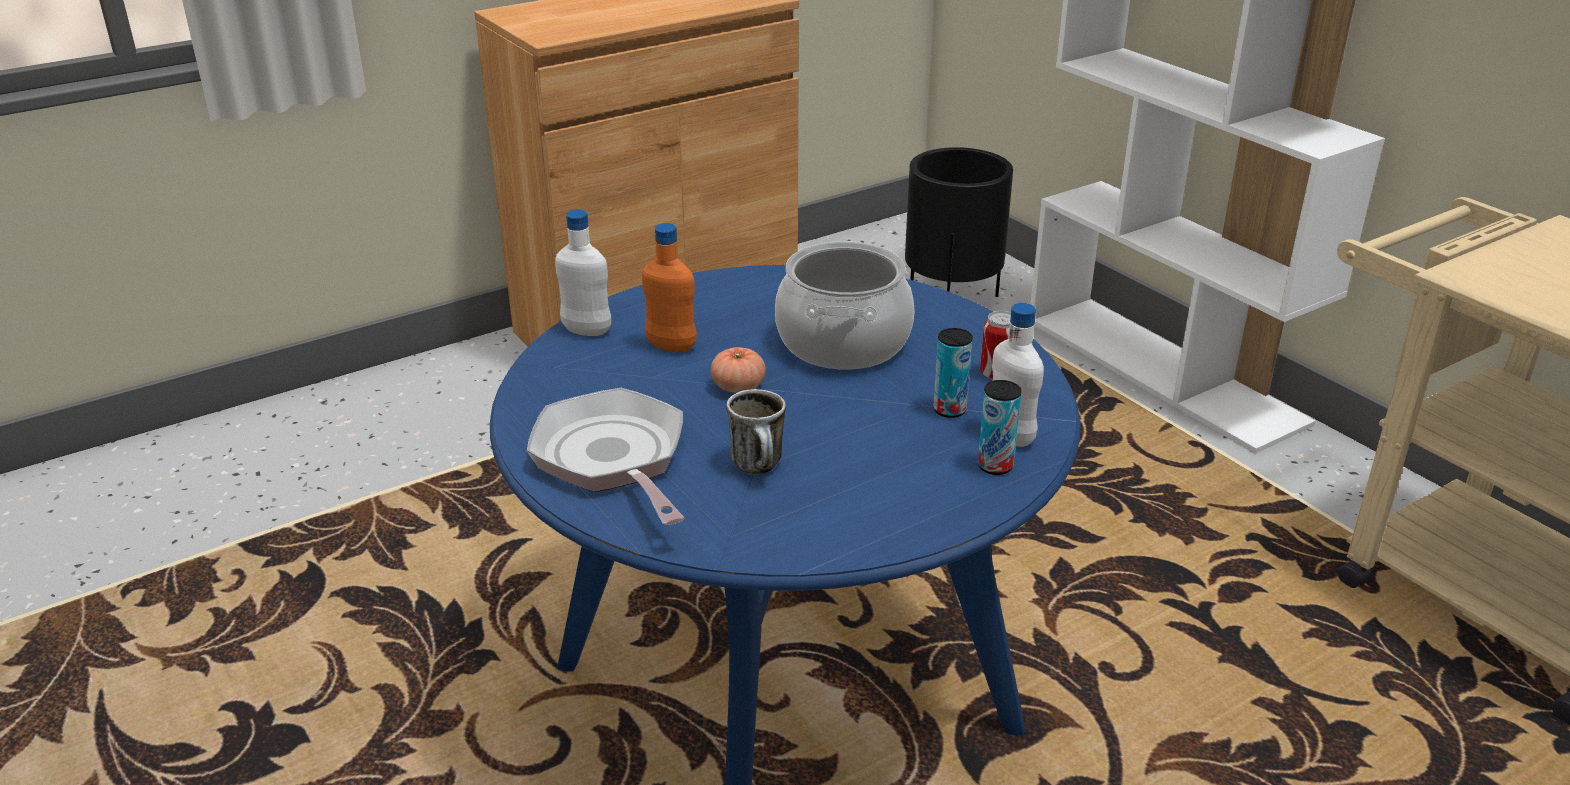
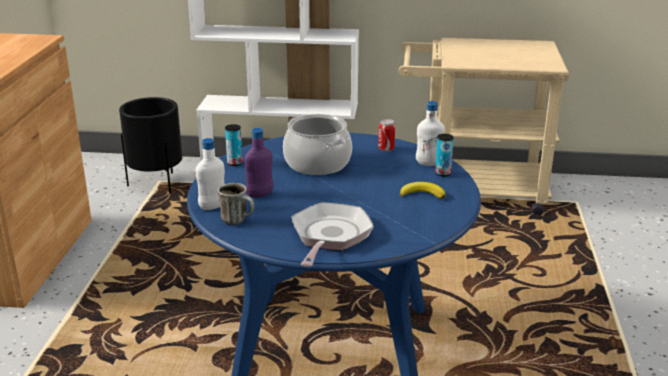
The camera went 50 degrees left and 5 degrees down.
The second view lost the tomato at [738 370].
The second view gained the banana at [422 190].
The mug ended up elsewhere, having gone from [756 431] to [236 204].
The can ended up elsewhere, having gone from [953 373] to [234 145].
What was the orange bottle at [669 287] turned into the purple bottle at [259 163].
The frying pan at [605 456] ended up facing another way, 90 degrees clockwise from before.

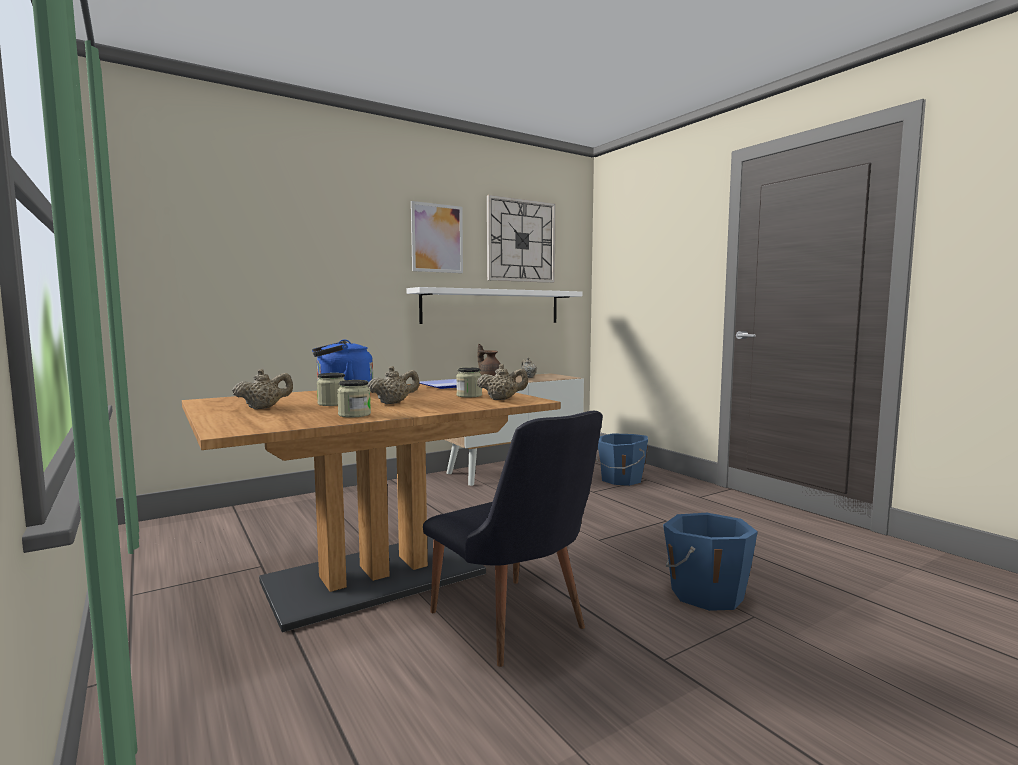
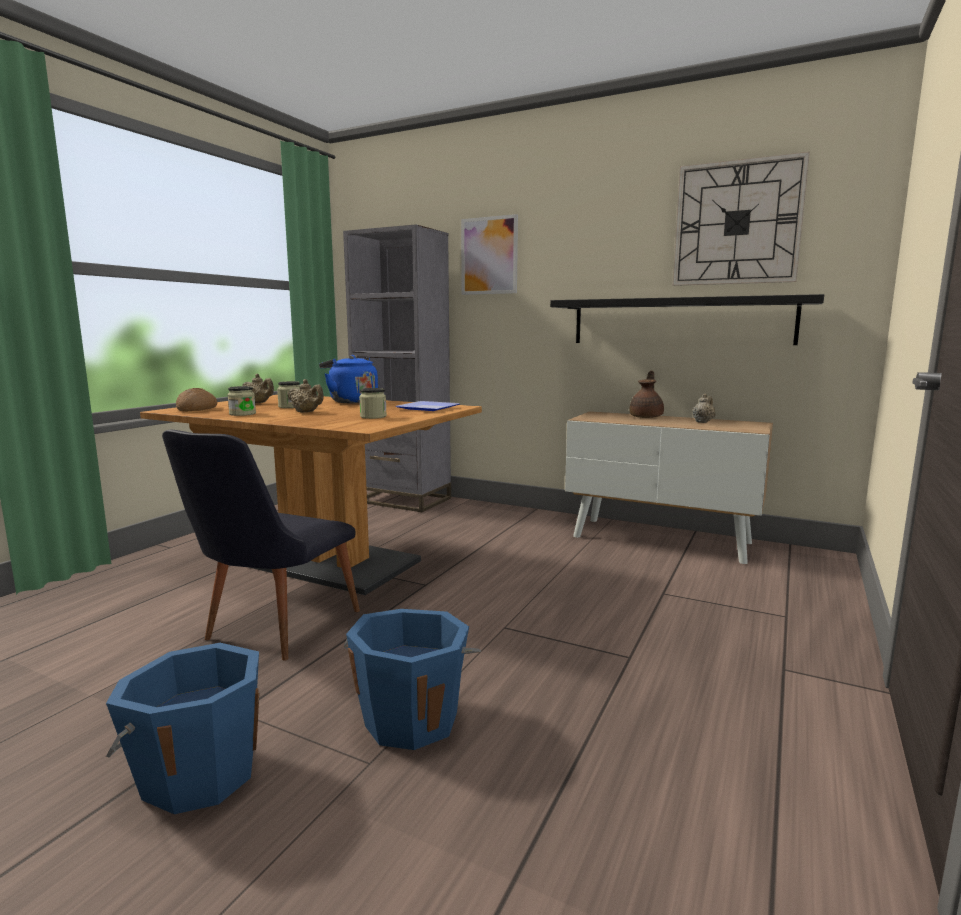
The camera went 60 degrees right and 5 degrees up.
The second view lost the beige teapot at [502 382].
The second view gained the bread at [196 399].
The second view gained the grey bookcase at [397 368].
The picture ended up elsewhere, having gone from [437 237] to [489 254].
The blue bucket ended up elsewhere, having gone from [622 459] to [182 728].
What was the white shelf at [494 305] turned into the black shelf at [687 319].

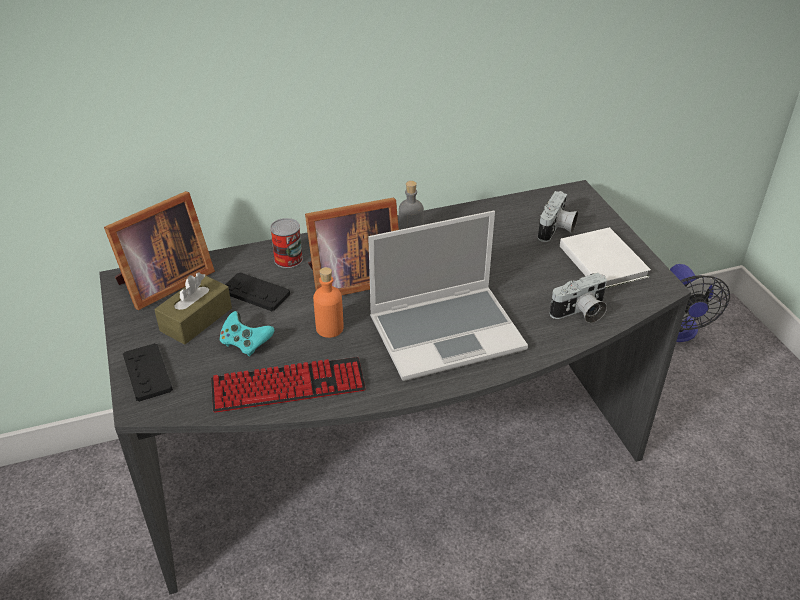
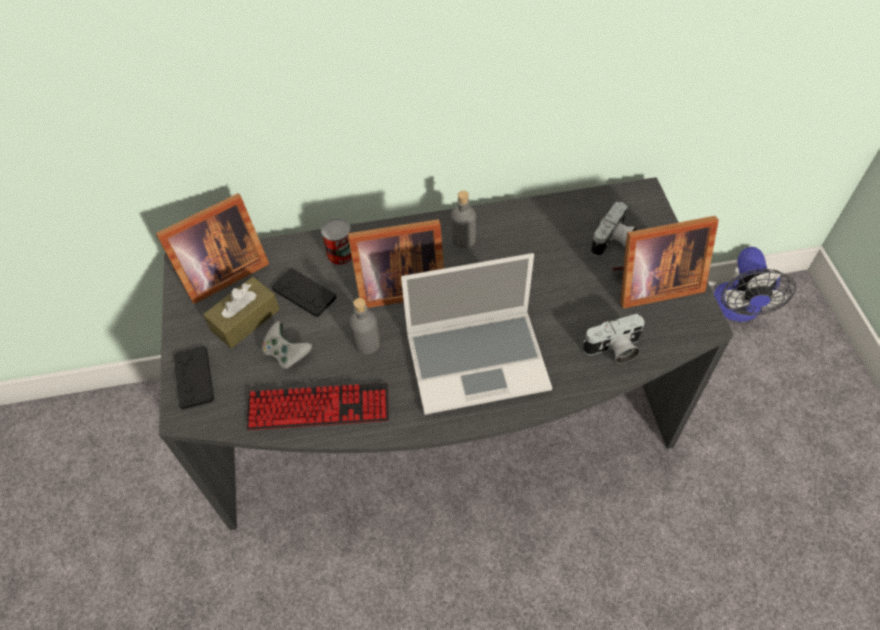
The camera went 10 degrees right and 15 degrees up.
Where the white book stood at [605 258], the picture frame came to stand at [665 262].
What was the turquoise game controller at [247 333] turned into the grey game controller at [287 345].
What was the orange bottle at [328 302] turned into the grey bottle at [364 326].

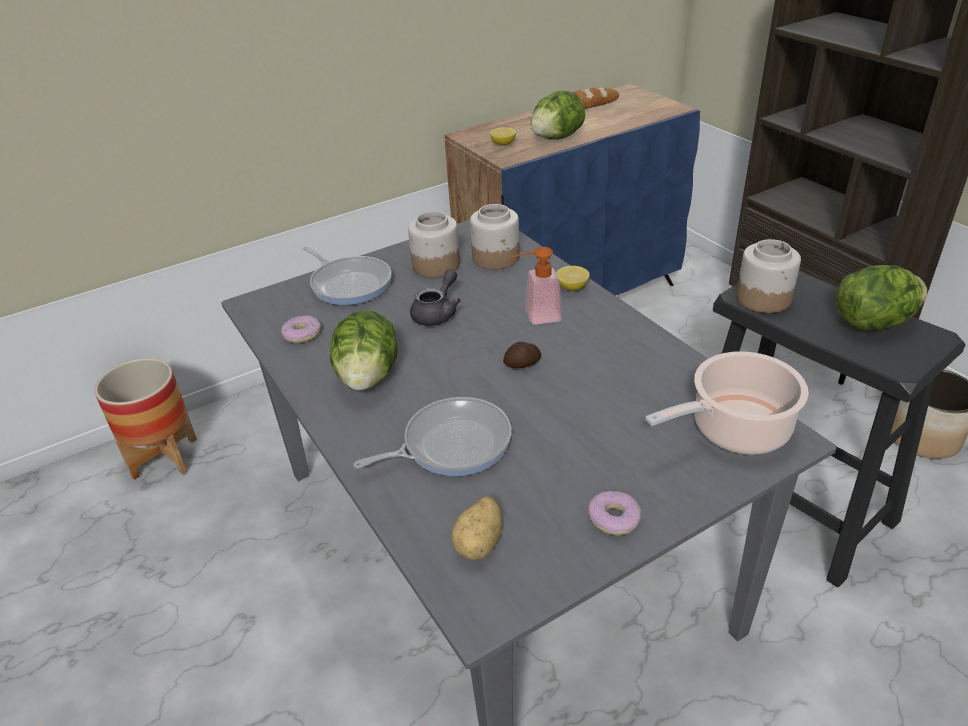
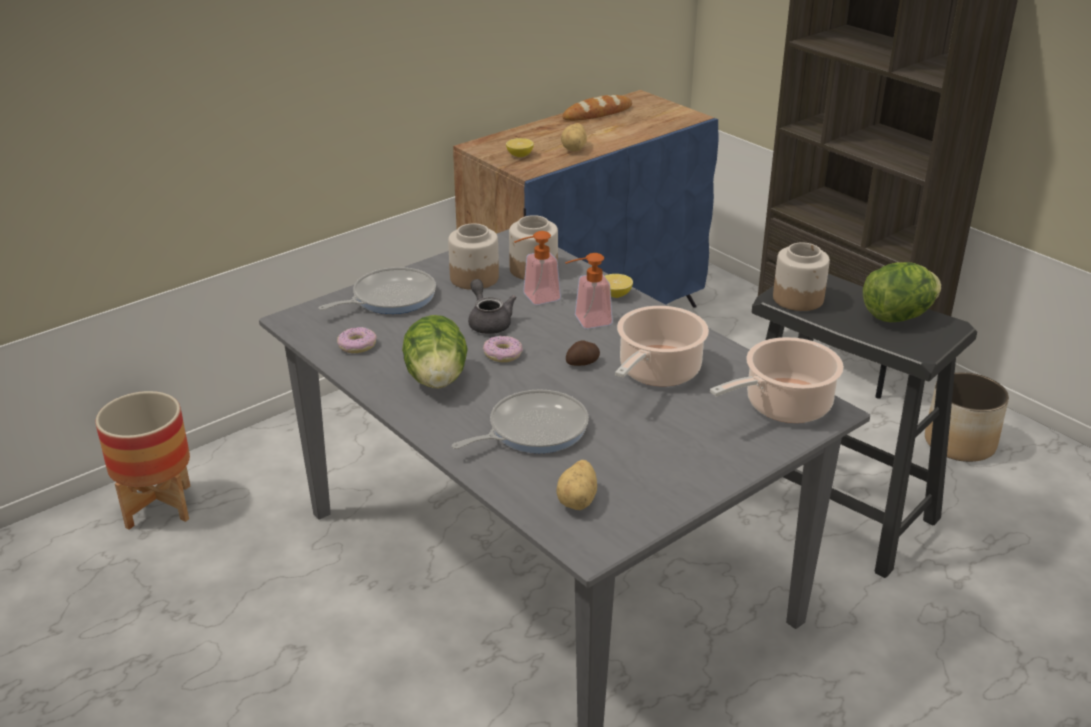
The camera went 10 degrees left and 5 degrees down.
The second view gained the soap dispenser at [537 268].
The second view gained the cooking pot at [662 346].
The donut ended up elsewhere, having gone from [614 513] to [503 349].
Where the lettuce stood at [558 115], the potato came to stand at [574 137].
The frying pan at [347 275] ended up facing another way, 75 degrees counterclockwise from before.
The grey teapot at [435 297] ended up facing another way, 45 degrees counterclockwise from before.

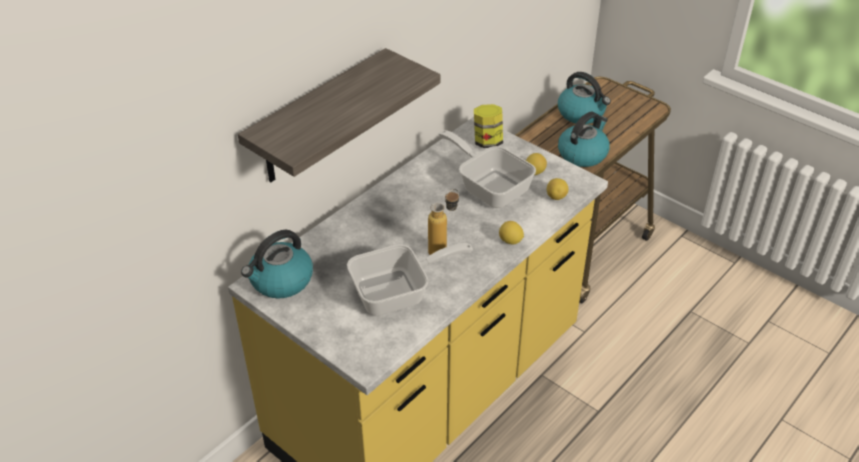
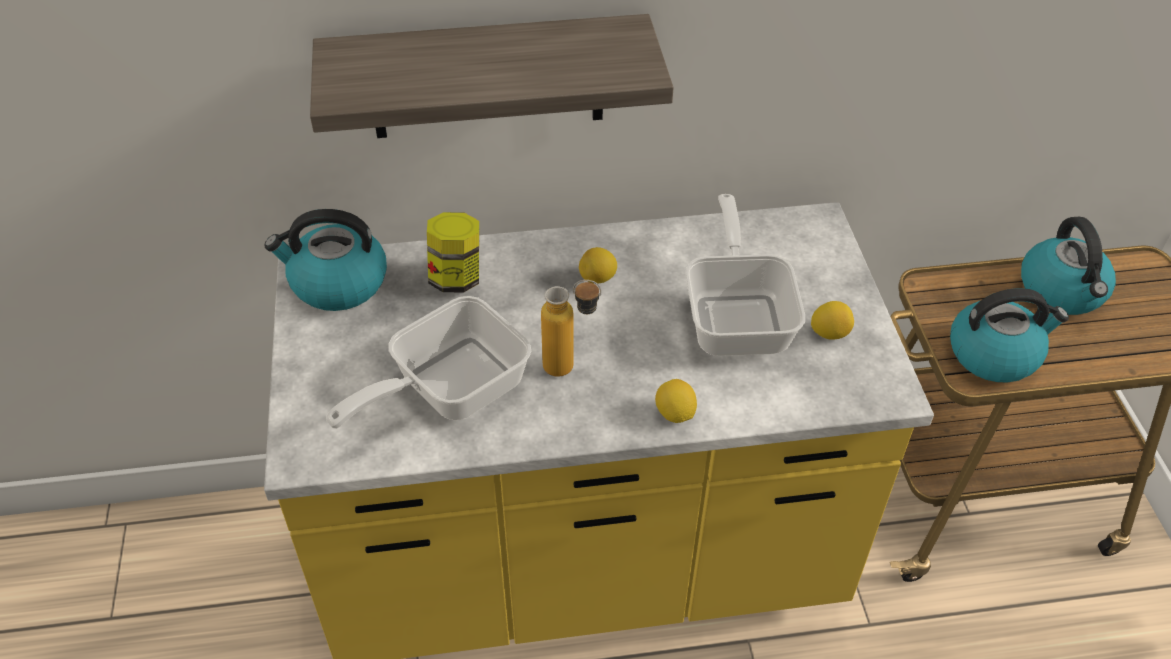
The camera went 40 degrees right and 5 degrees up.
The jar ended up elsewhere, having gone from [488 126] to [453 252].
The lemon ended up elsewhere, having gone from [557 189] to [598 265].
The frying pan at [410 279] ended up facing another way, 120 degrees clockwise from before.

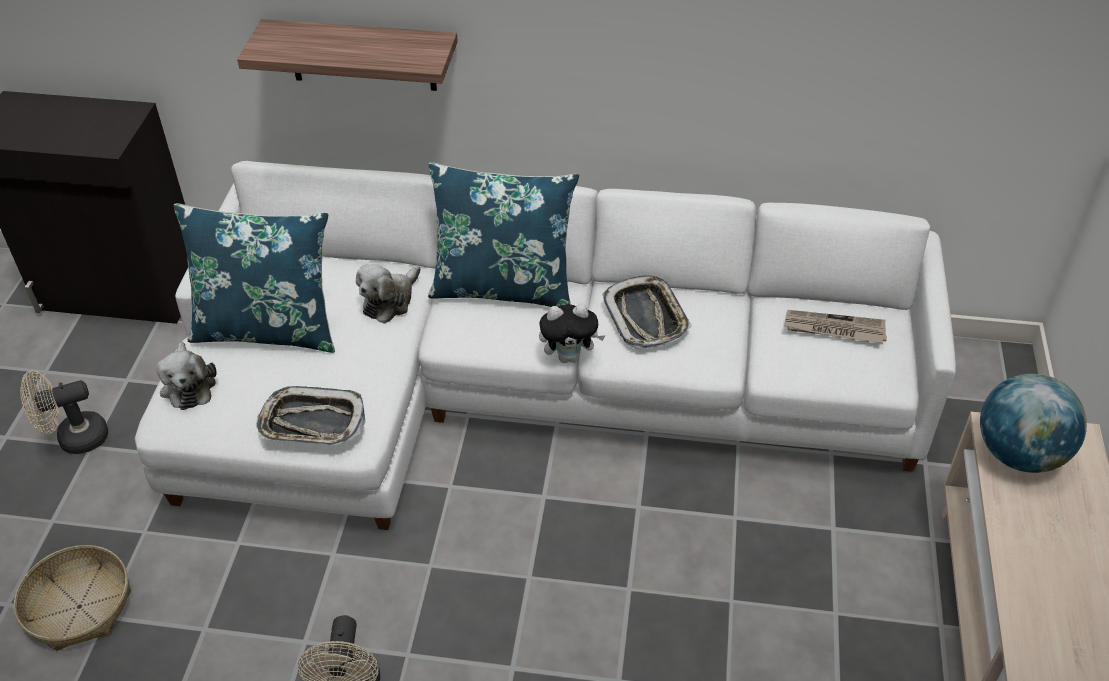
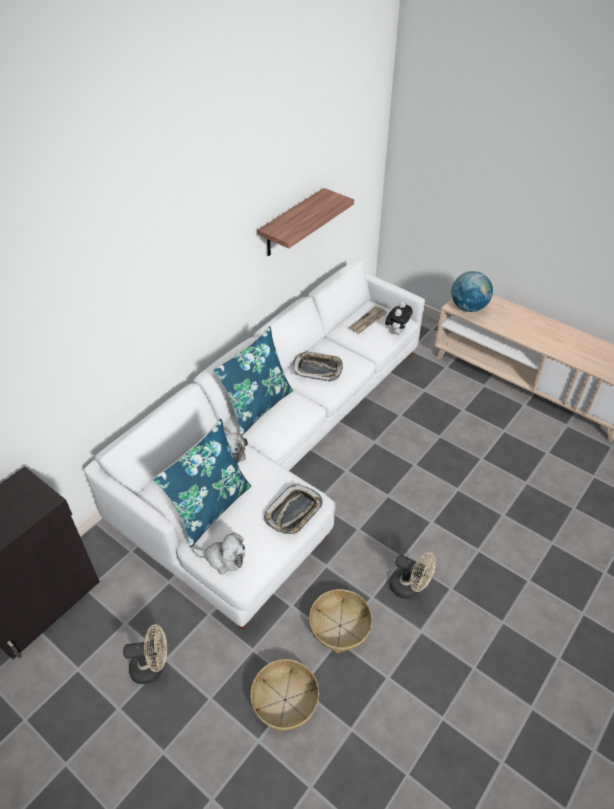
The camera went 60 degrees left and 0 degrees up.
The second view gained the basket at [341 621].
The shelf ended up elsewhere, having gone from [347 55] to [305 222].
The plush toy ended up elsewhere, having gone from [572 333] to [399 318].
The beige fan at [64 412] ended up facing another way, 105 degrees counterclockwise from before.

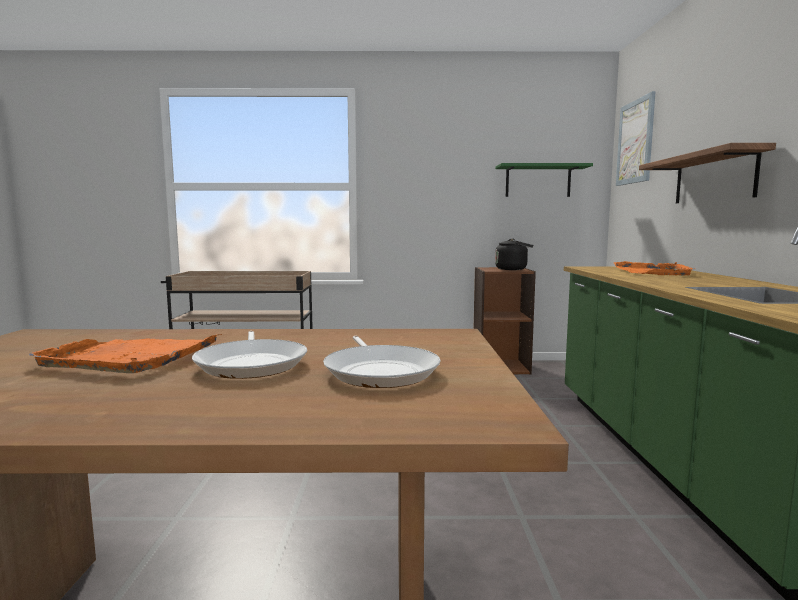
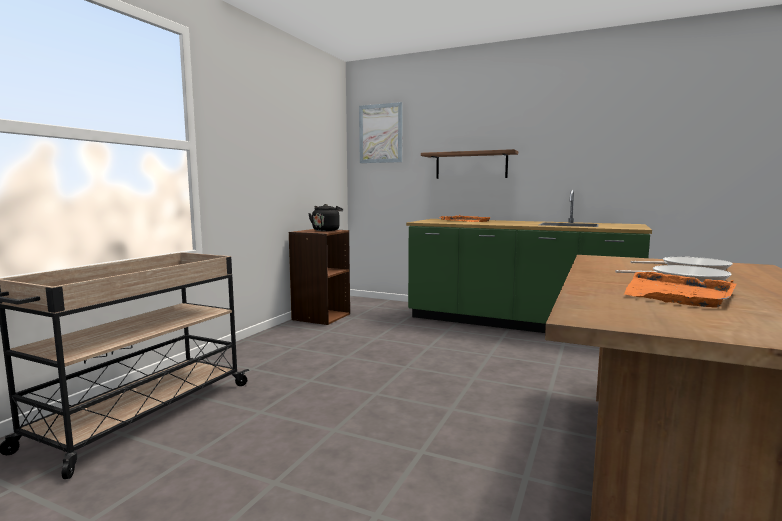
The camera went 65 degrees left and 0 degrees up.
The second view lost the green shelf at [544 180].

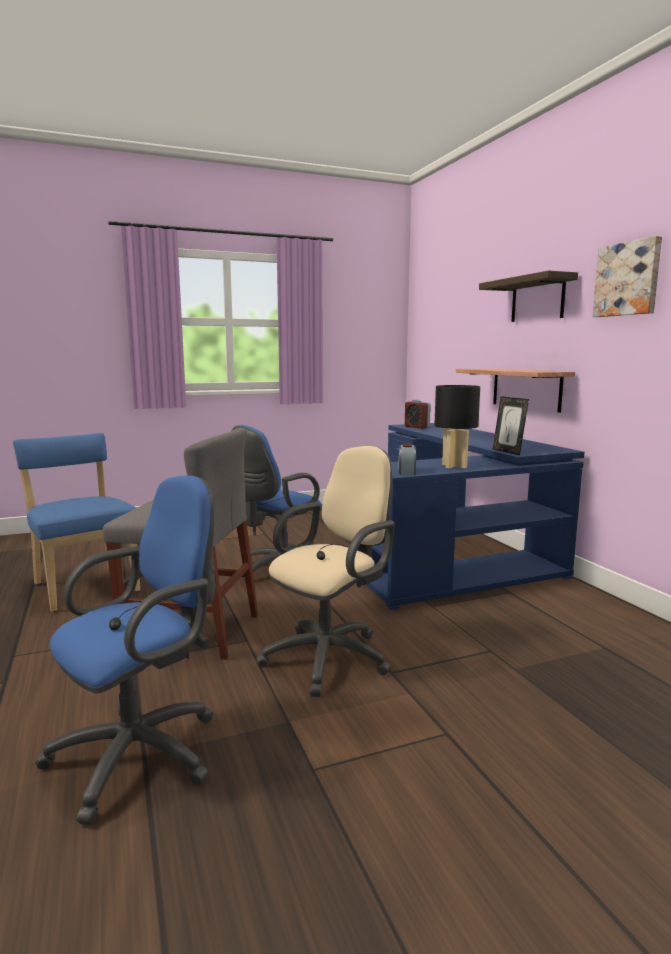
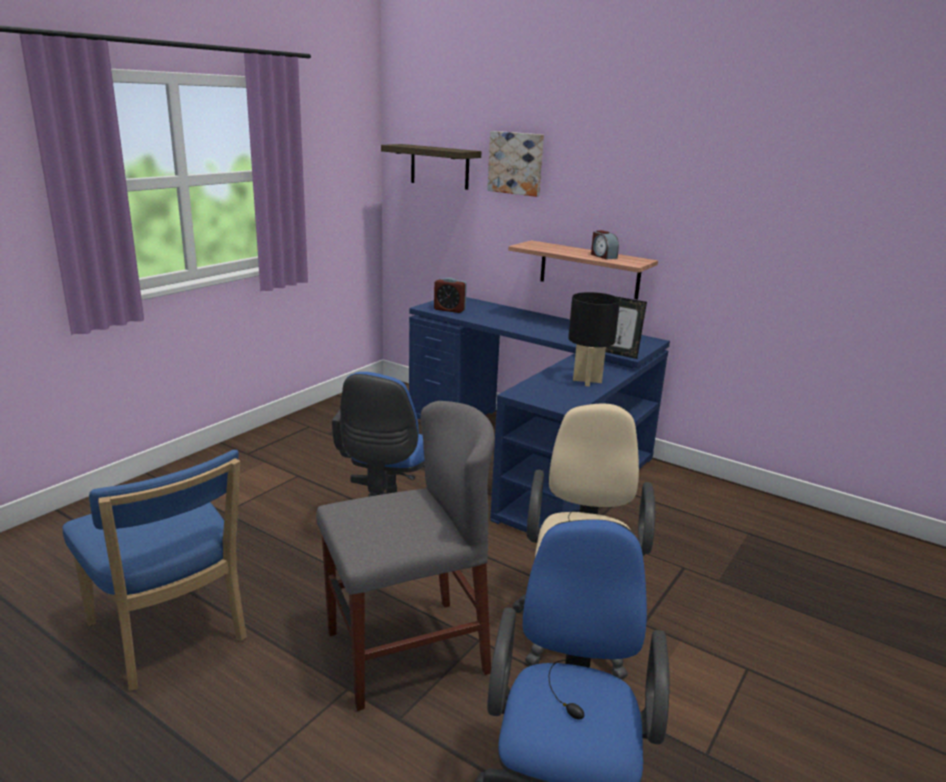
The camera went 35 degrees left and 10 degrees up.
The alarm clock ended up elsewhere, having gone from [407 459] to [605 245].
The shelf ended up elsewhere, having gone from [528 296] to [431 167].
The picture ended up elsewhere, having gone from [627 276] to [515 164].
The blue chair at [76 522] ended up facing another way, 150 degrees counterclockwise from before.

